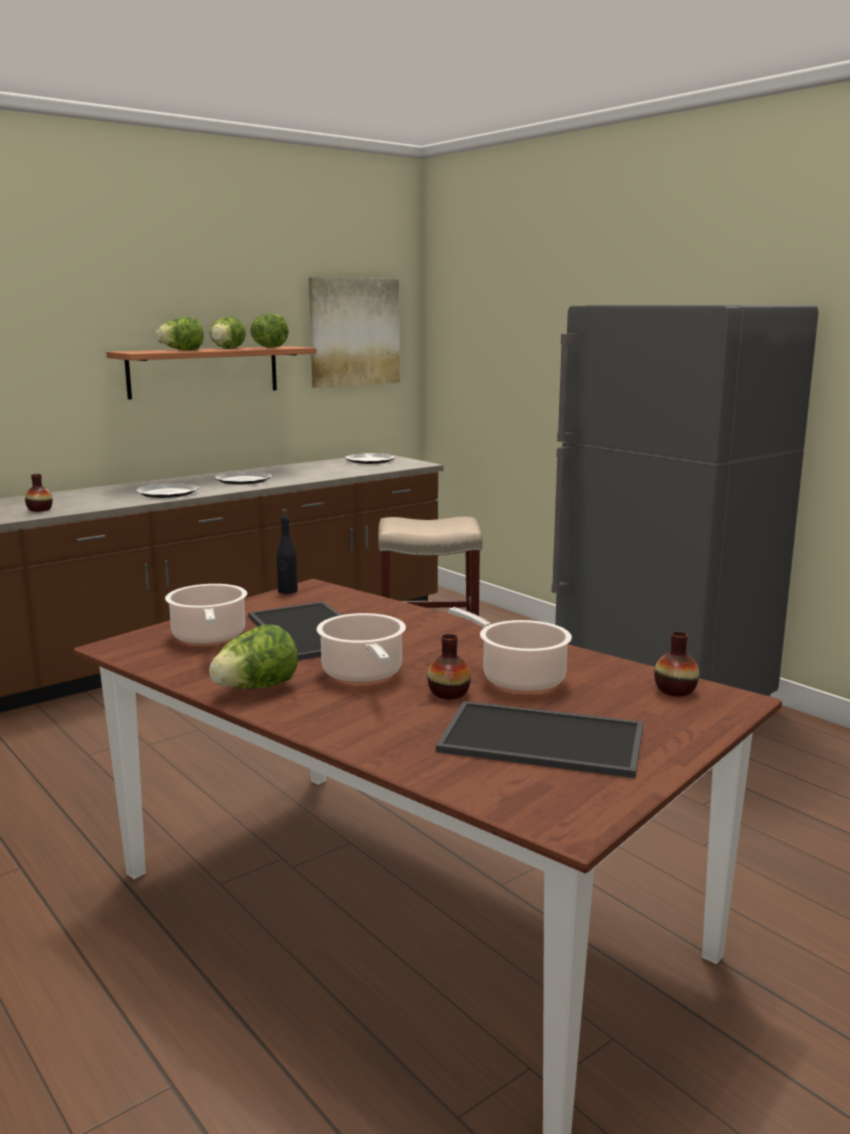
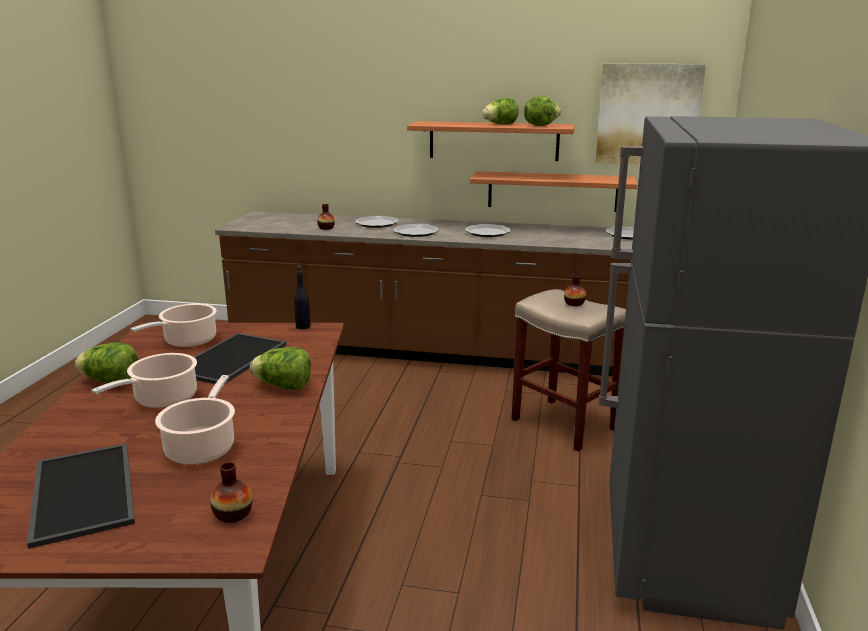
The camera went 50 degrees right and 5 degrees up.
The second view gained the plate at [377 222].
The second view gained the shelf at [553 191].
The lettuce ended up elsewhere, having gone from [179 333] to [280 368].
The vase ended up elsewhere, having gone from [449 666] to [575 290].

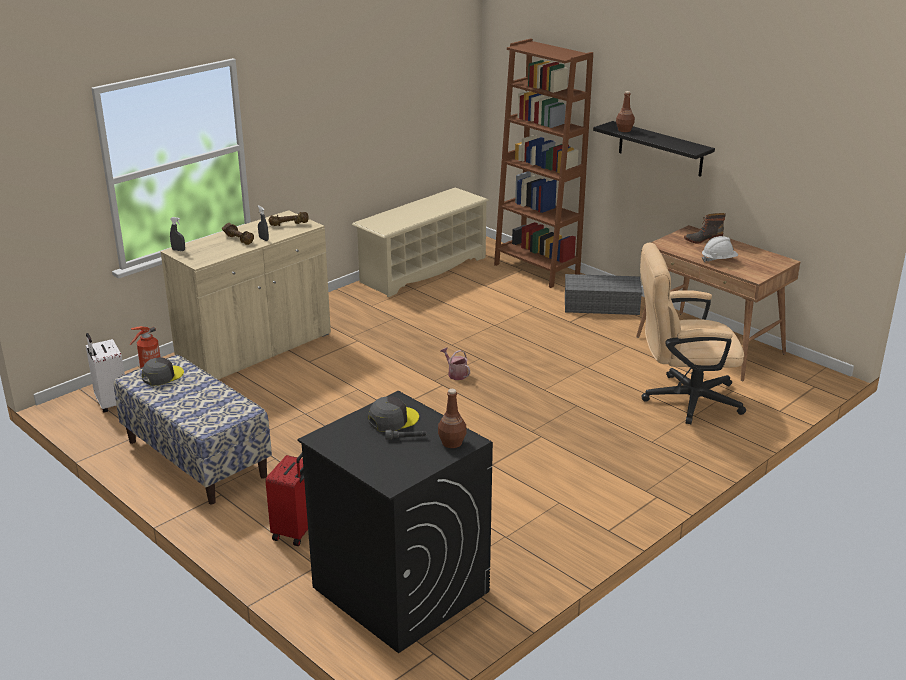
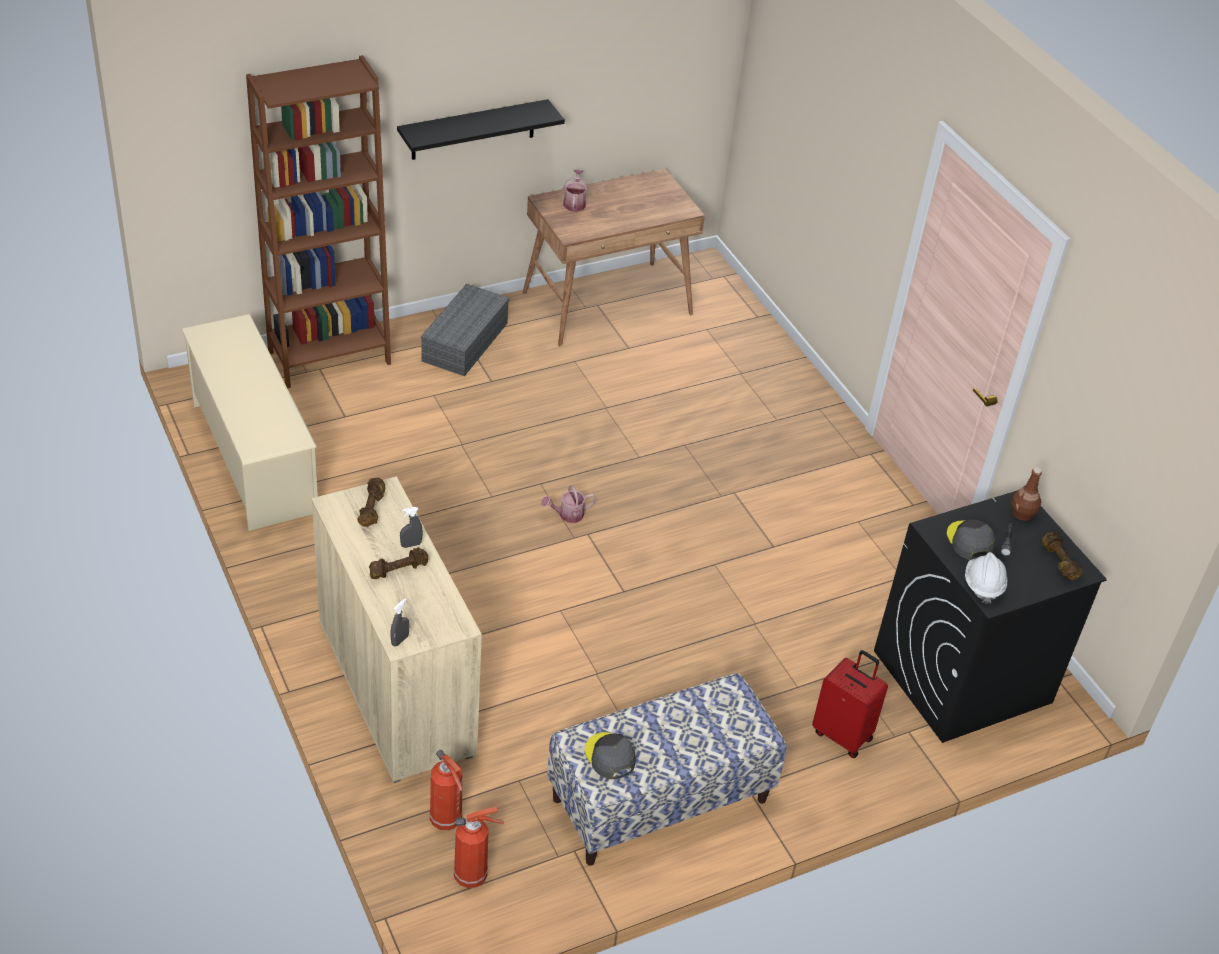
The camera went 75 degrees left and 15 degrees up.
The second view lost the brown bottle at [625 111].
The second view lost the beige office chair at [693 333].
The second view gained the brown dumbbell at [1062 556].
The white hard hat ended up elsewhere, having gone from [720 249] to [986 578].
Where the white suitcase stood at [105 372], the fire extinguisher came to stand at [479 847].
Where the boot stood at [705 228], the watering can came to stand at [575 190].

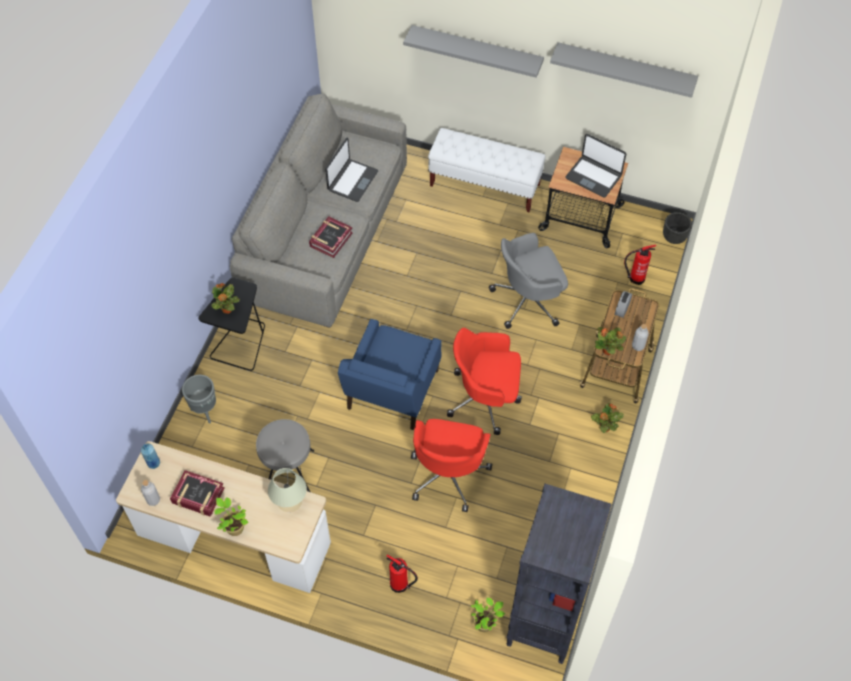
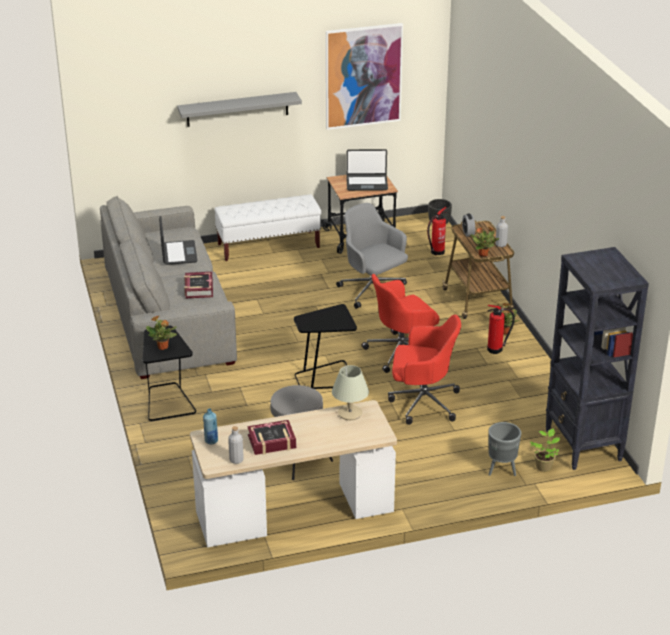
The camera went 35 degrees left and 25 degrees down.
The second view lost the potted plant at [231 516].
The grey planter ended up elsewhere, having gone from [199 399] to [504 449].
The fire extinguisher ended up elsewhere, having gone from [402 574] to [501 329].
Where the blue armchair stood at [390 374], the black side table came to stand at [325 346].
Where the grey shelf hung at [624 70], the picture came to hang at [364 76].
The red office chair at [451 465] ended up facing another way, 60 degrees counterclockwise from before.
The grey office chair at [528 281] ended up facing another way, 105 degrees clockwise from before.

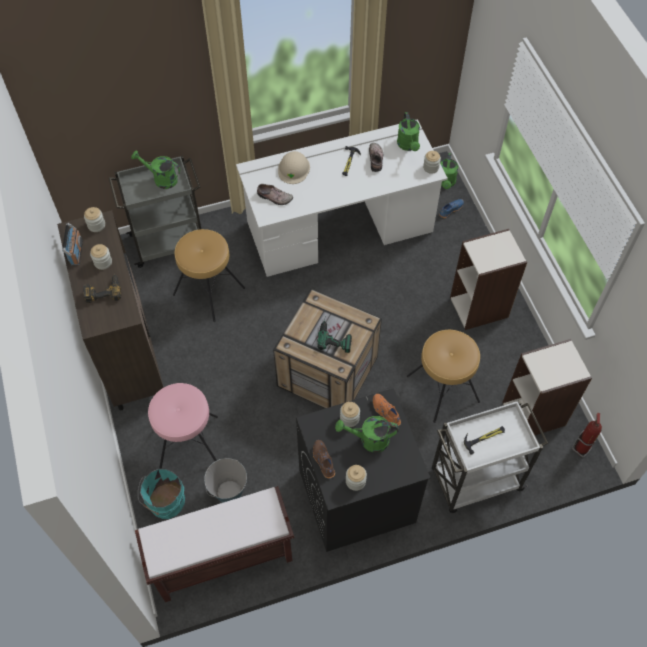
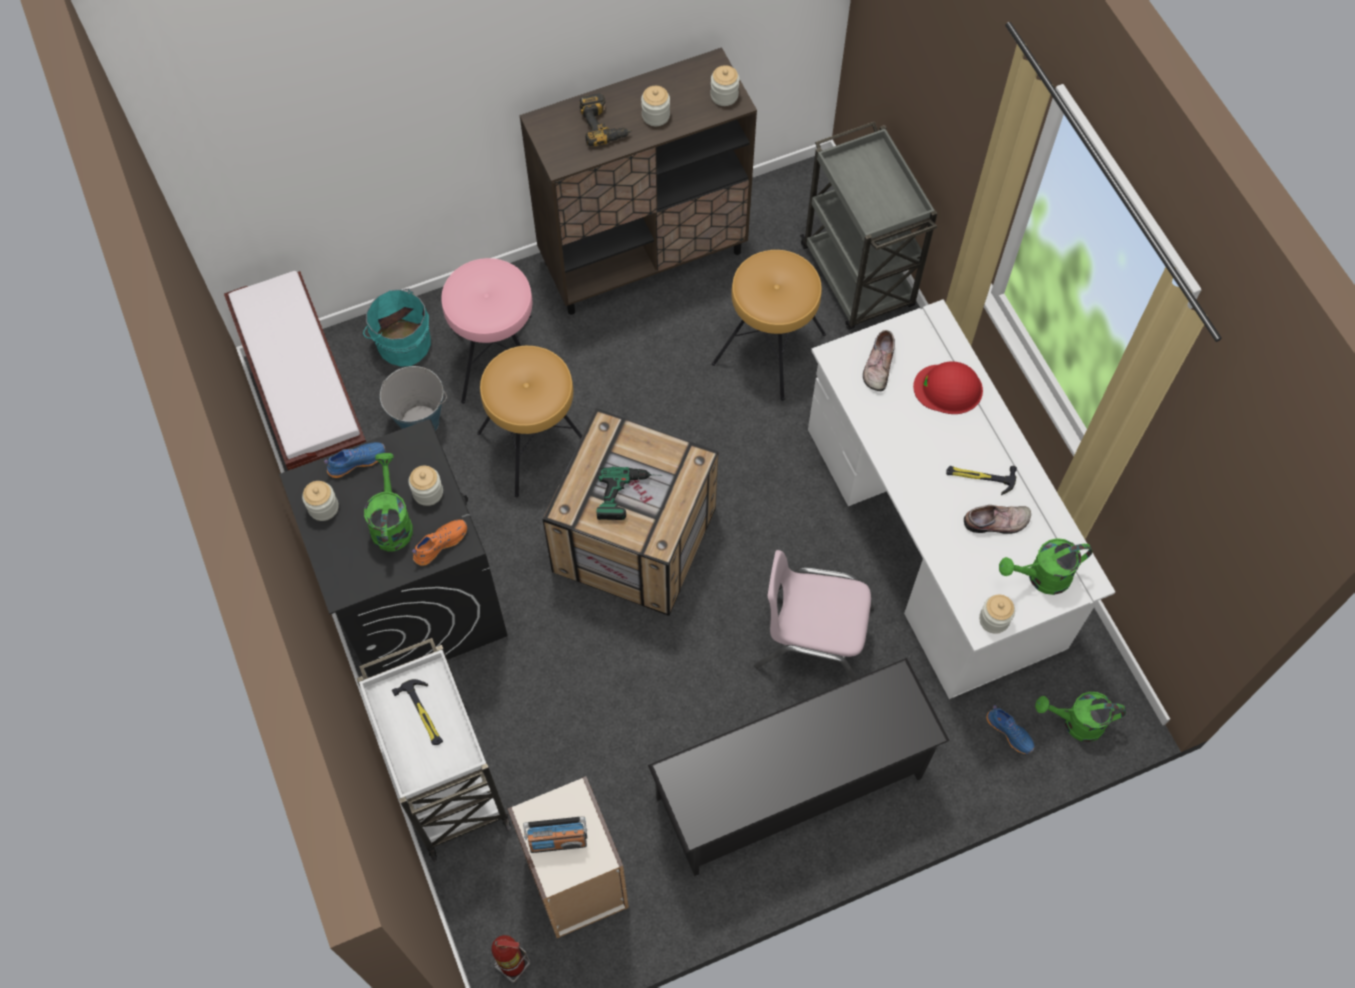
The camera went 85 degrees right and 5 degrees up.
The second view lost the green watering can at [155 170].
The second view gained the pink chair at [814 615].
The radio ended up elsewhere, having gone from [72 244] to [555 834].
The brown stool ended up elsewhere, having gone from [443 376] to [530 421].
Where the bookcase stood at [488 279], the black shoe rack came to stand at [799 767].
What was the beige hard hat at [294 167] turned into the red hard hat at [948 387].
What was the brown shoe at [324 459] turned into the blue shoe at [354 460].

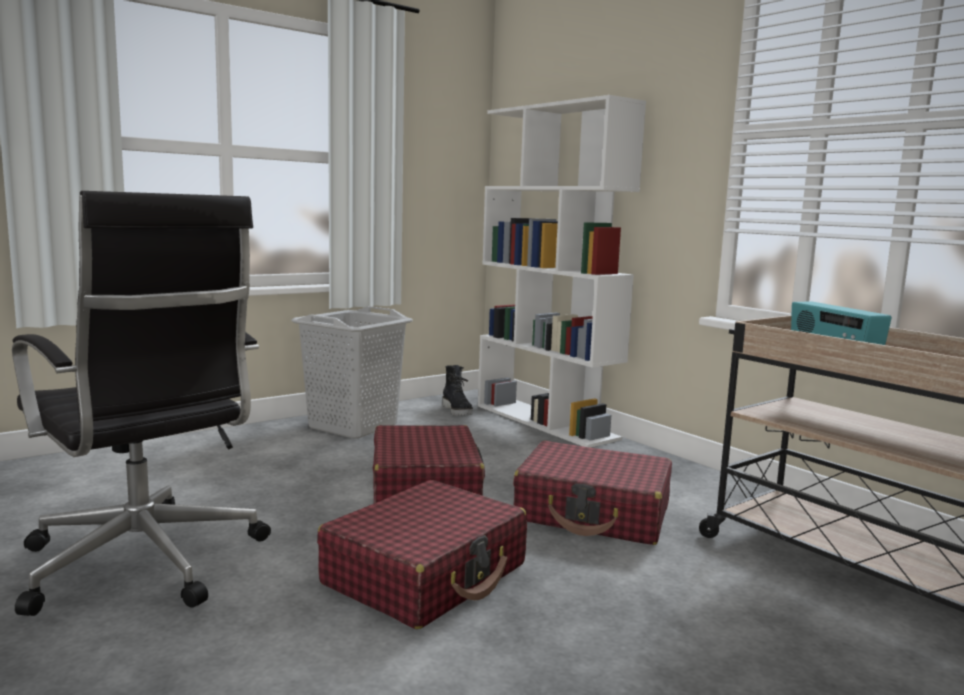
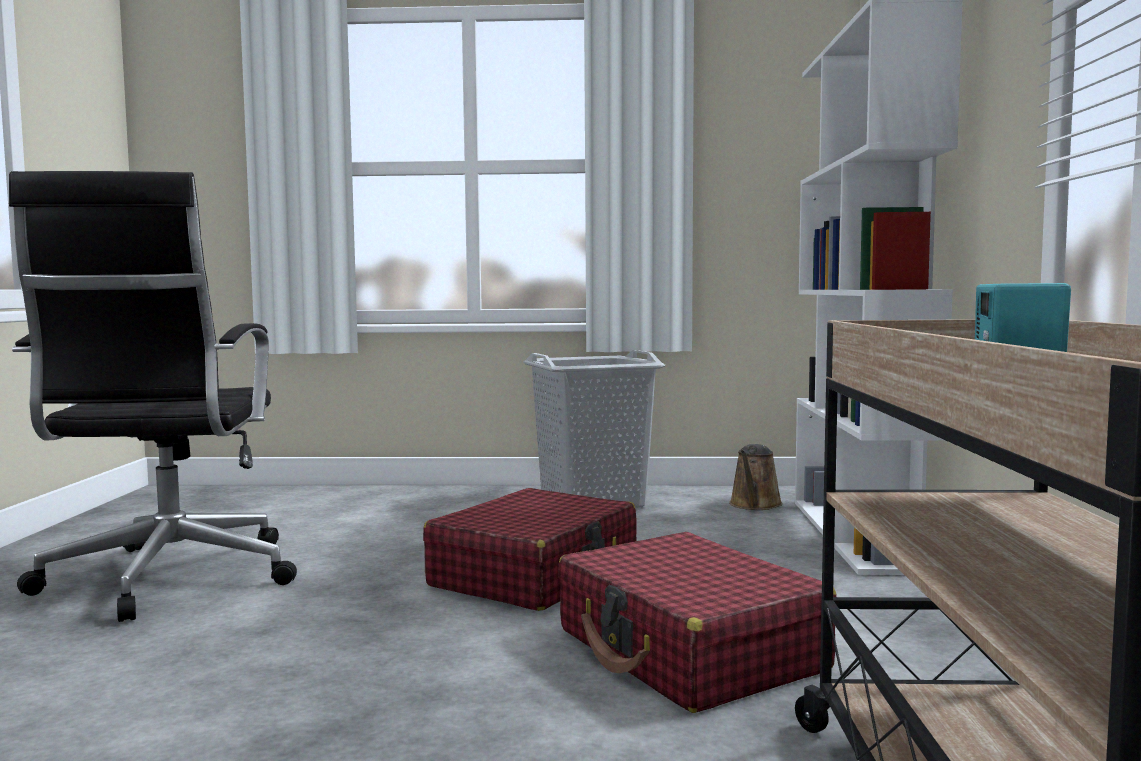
The camera went 40 degrees right and 5 degrees down.
The second view lost the red suitcase at [422 554].
Where the black boot stood at [458 390], the brown watering can came to stand at [756 477].

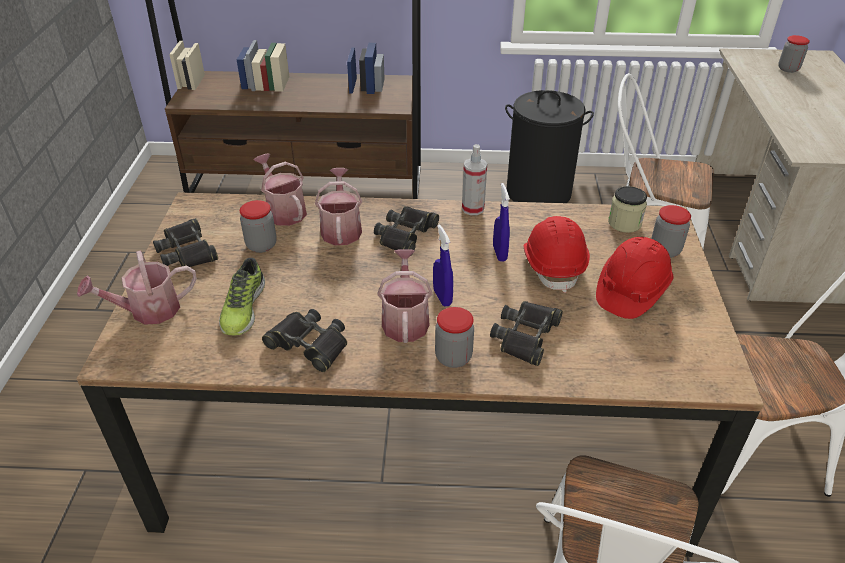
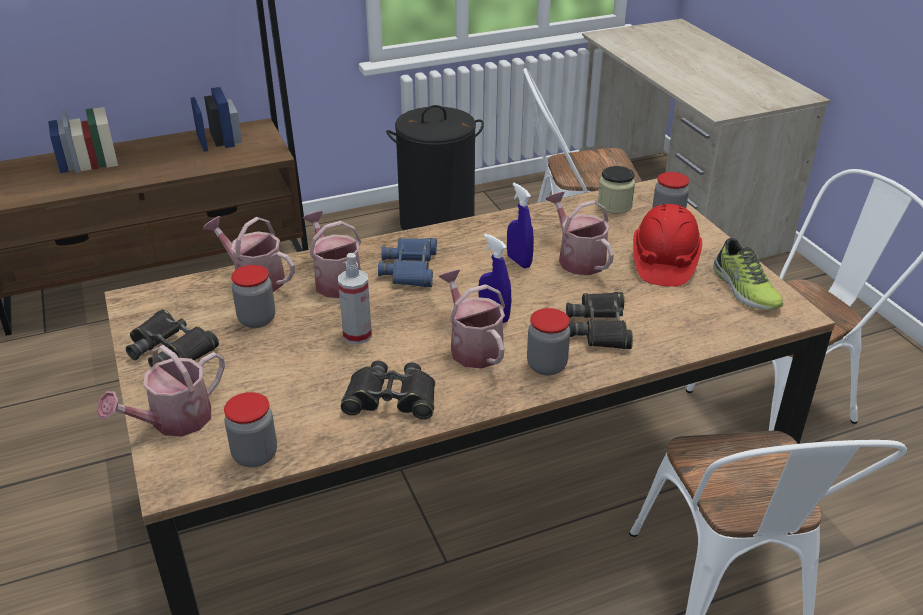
The camera went 25 degrees left and 5 degrees down.
The shoe ended up elsewhere, having gone from [242 296] to [748 274].
The spray bottle ended up elsewhere, having gone from [474 179] to [355 298].
The jar ended up elsewhere, having gone from [794 54] to [250 429].
Where the red hard hat stood at [556 254], the watering can came to stand at [580 233].
What was the black binoculars at [406 228] turned into the blue binoculars at [407 262].

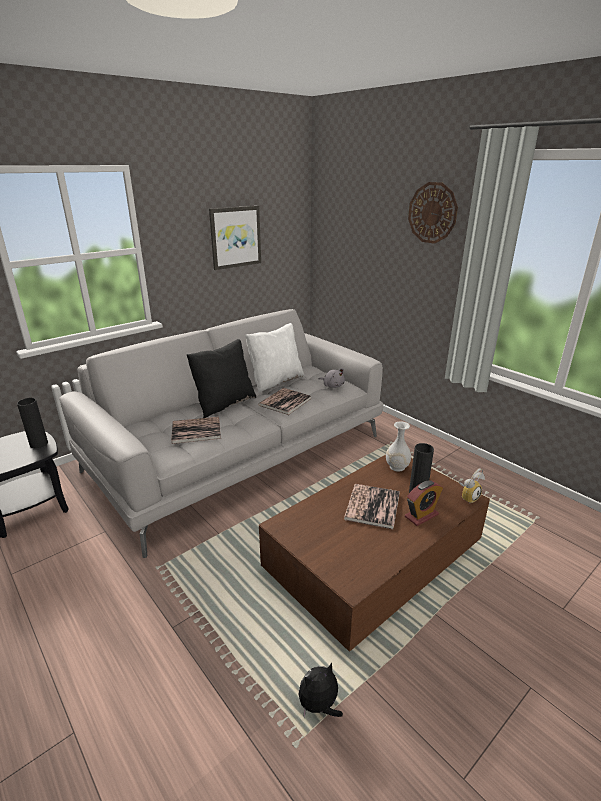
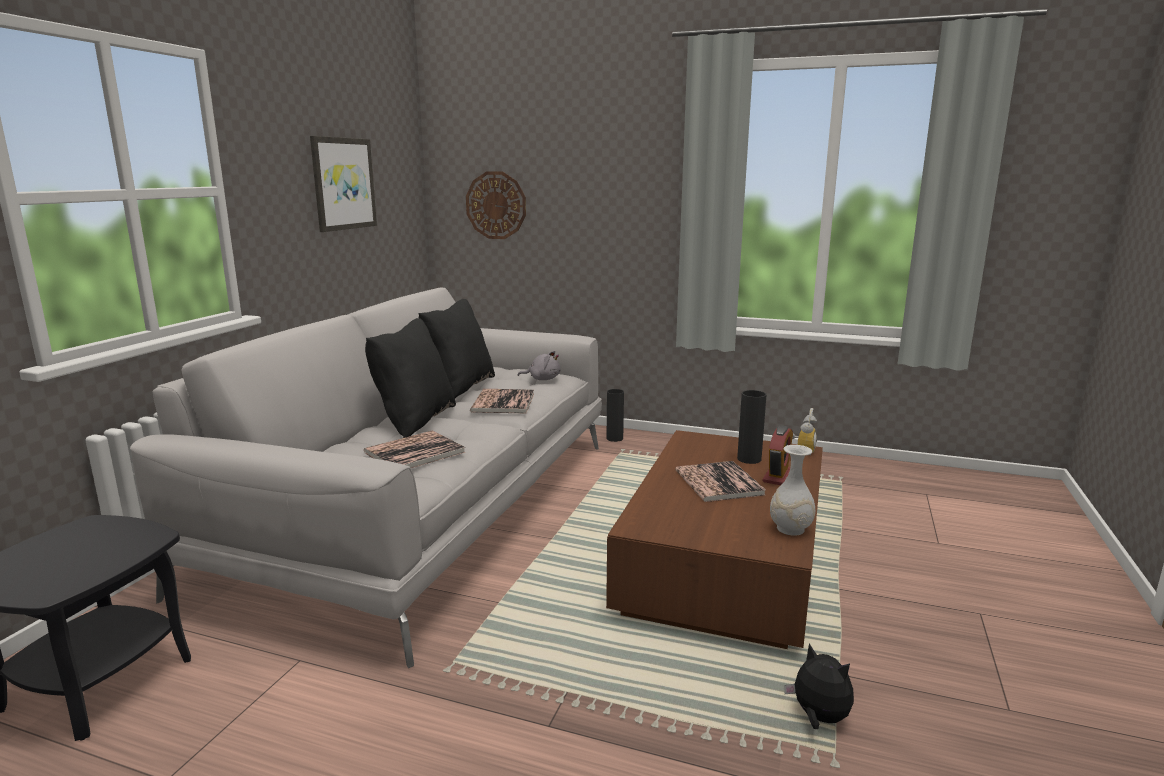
The camera went 30 degrees left and 10 degrees down.
The black vase ended up elsewhere, having gone from [32 423] to [615 415].
The white vase ended up elsewhere, having gone from [398 446] to [792 490].
The wall clock ended up elsewhere, having gone from [433 213] to [496 205].
What was the white pillow at [275 358] turned into the black pillow at [457 348].
The plush toy at [320 691] ended up facing another way, 105 degrees clockwise from before.

